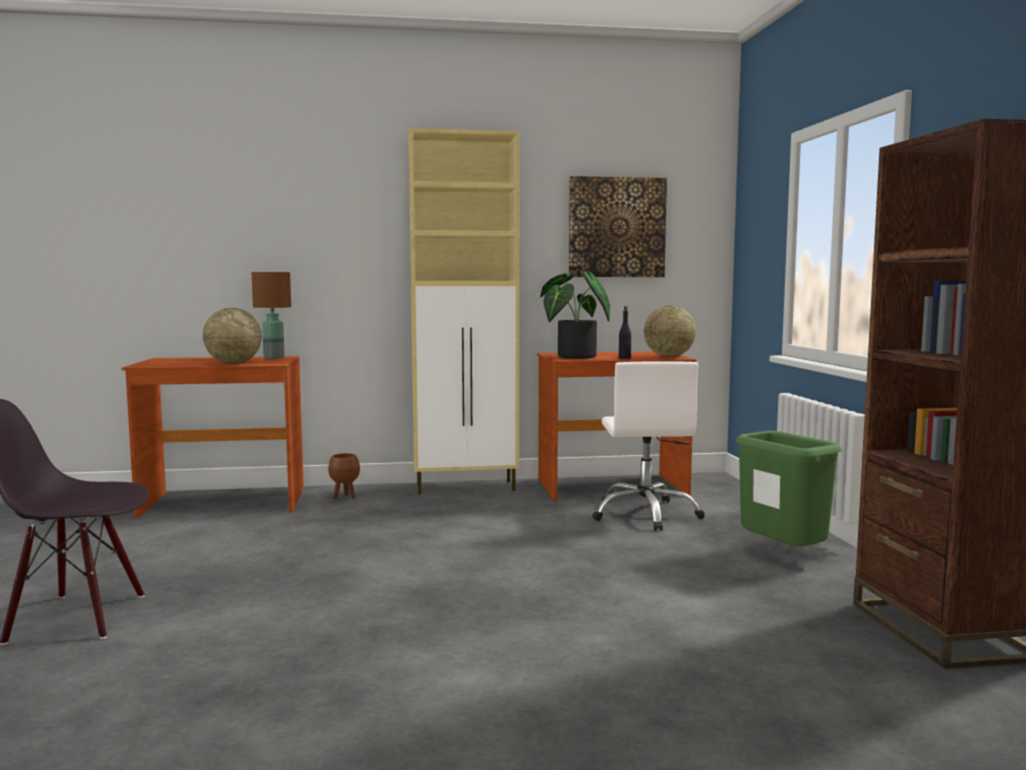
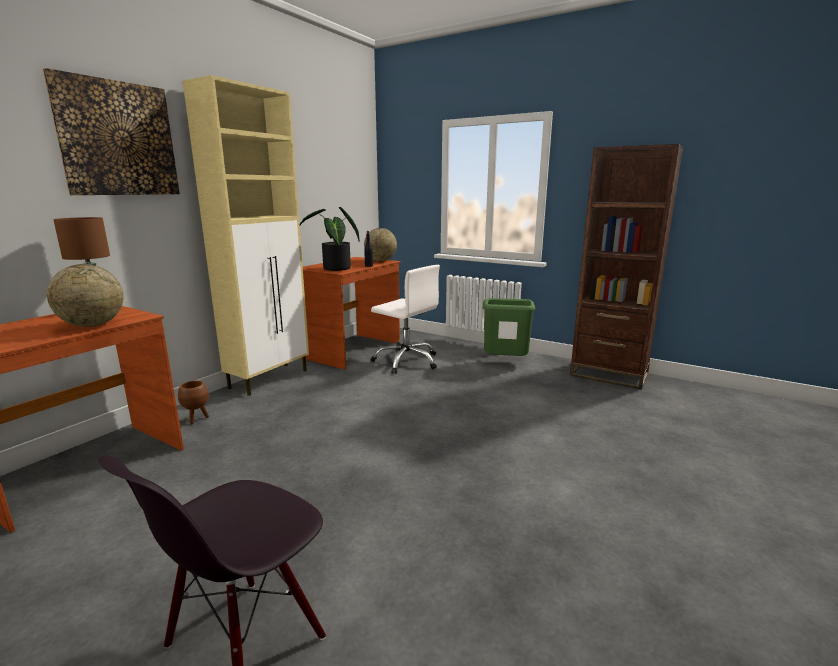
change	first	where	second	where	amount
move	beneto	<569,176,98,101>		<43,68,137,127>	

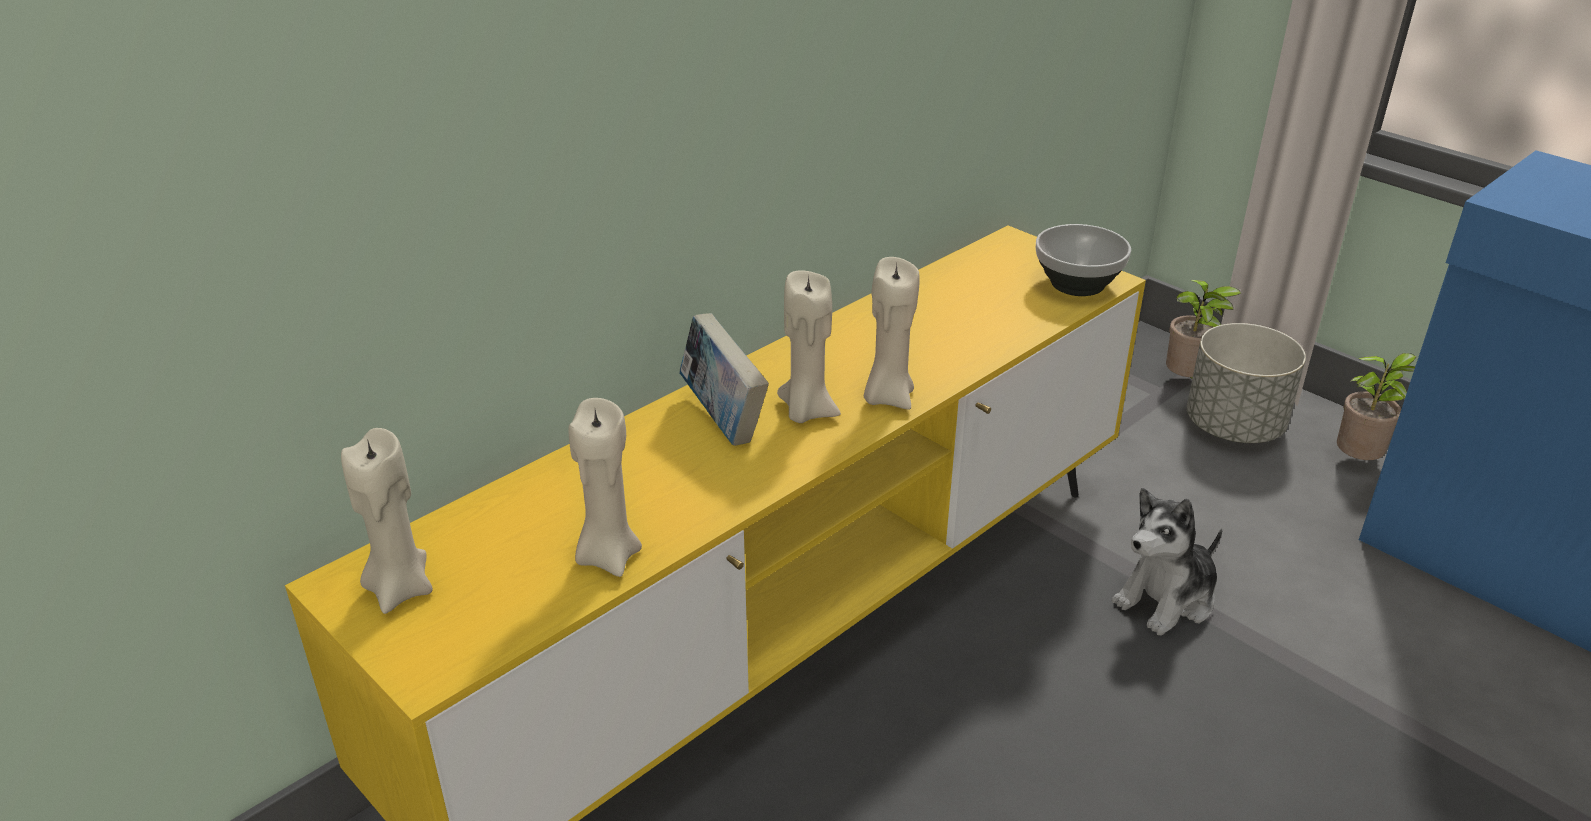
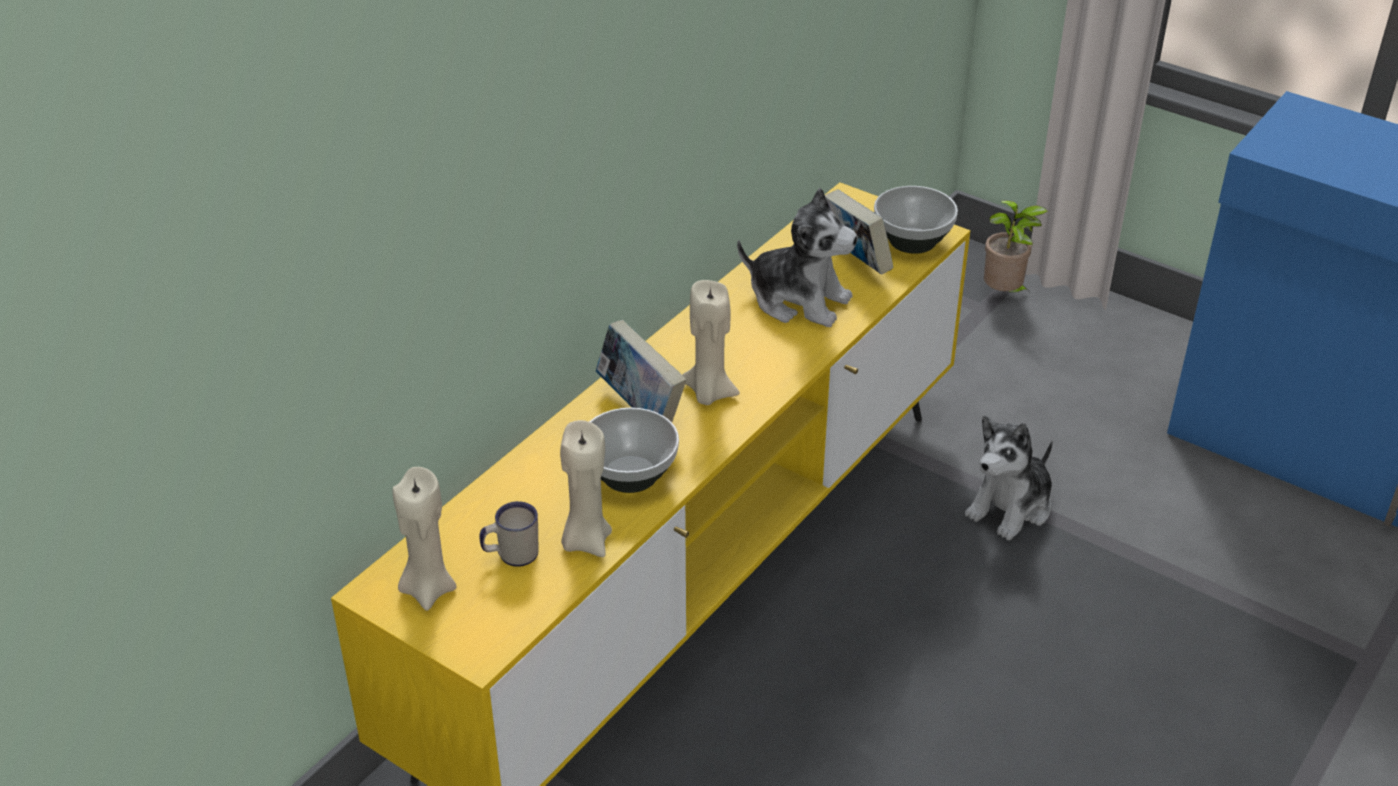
change	first	where	second	where	amount
delete	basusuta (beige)	<864,257,56,153>			
delete	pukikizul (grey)	<1187,323,119,120>			
delete	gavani	<1337,353,79,107>			
insert			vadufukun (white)	<479,501,60,66>	
insert			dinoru	<589,408,90,85>	
insert			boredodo	<737,188,121,139>	
insert			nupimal	<825,190,68,85>	

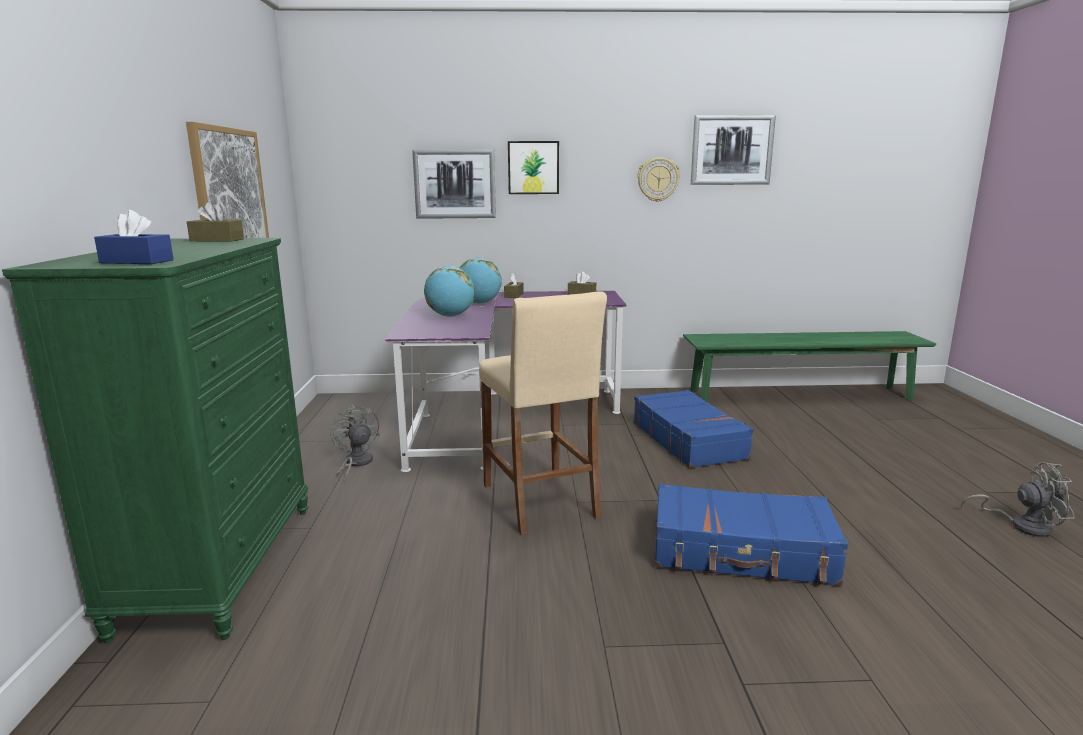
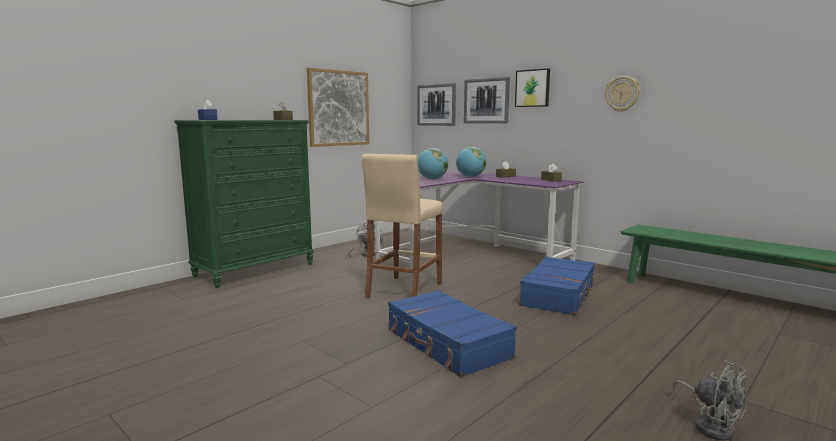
change	first	where	second	where	amount
move	beneto	<691,115,85,70>		<417,83,39,43>	

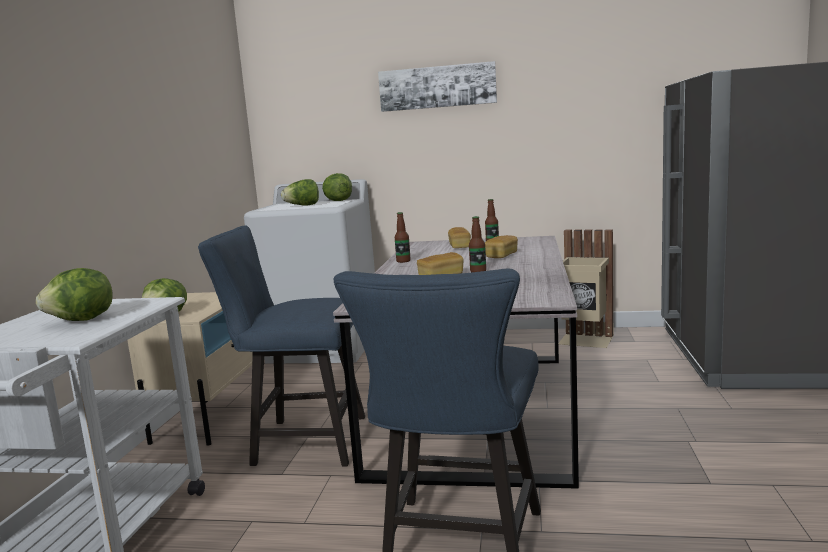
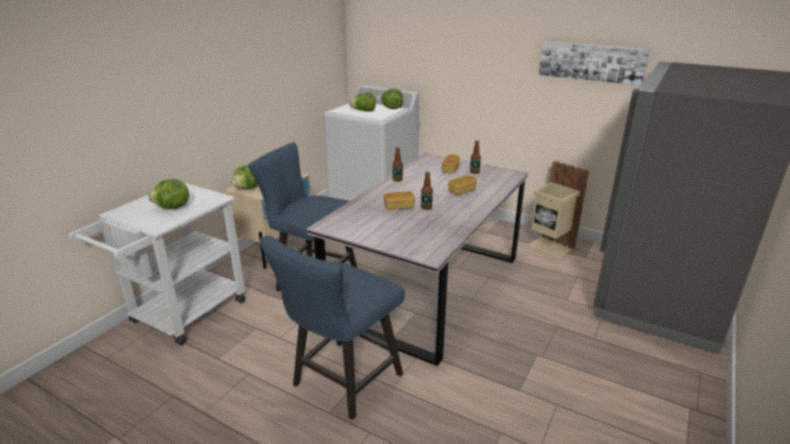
change	first	where	second	where	amount
move	beneto	<378,61,119,51>		<539,41,111,45>	

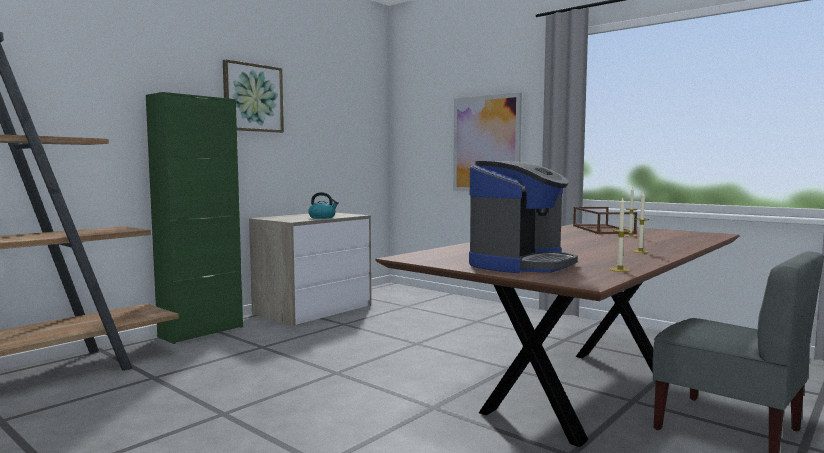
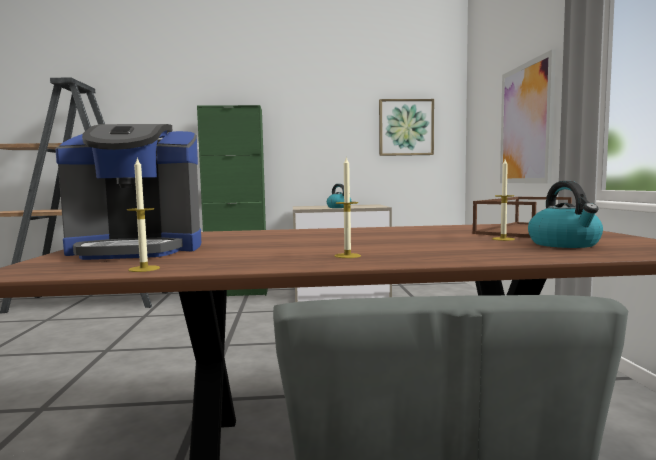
change	first	where	second	where	amount
move	beneto	<223,59,61,74>		<379,99,55,57>	
insert			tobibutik	<528,181,75,67>	

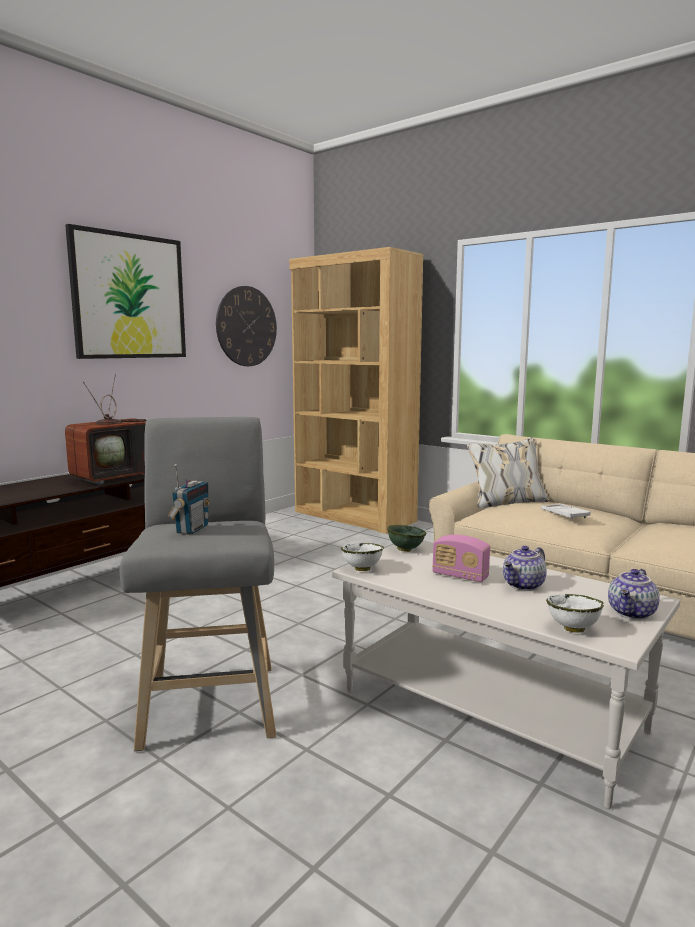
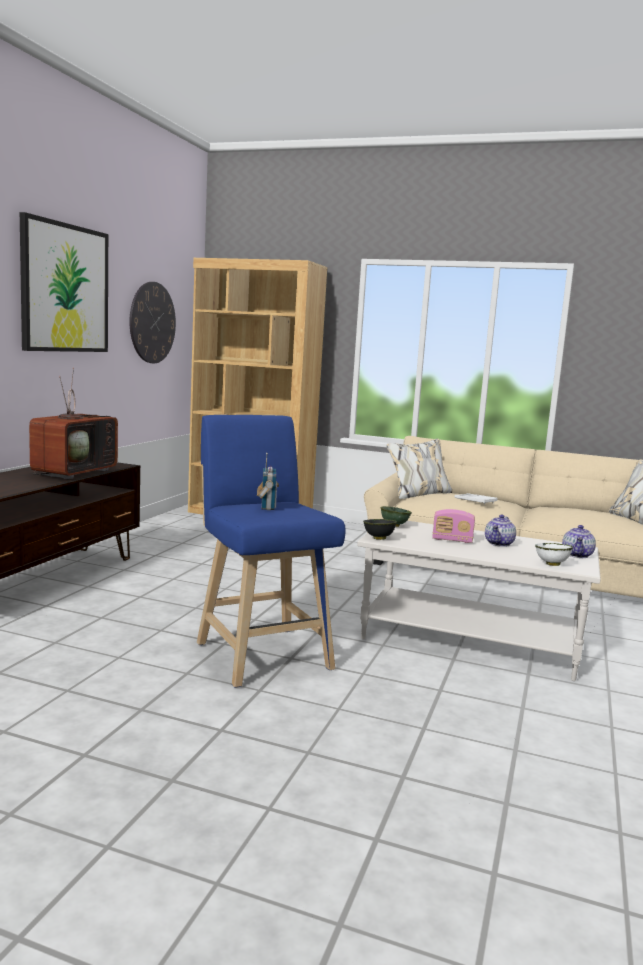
change	first	where	second	where	amount
recolor	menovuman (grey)	<120,417,156,334>	menovuman (blue)	<197,415,148,273>	
recolor	dinoru (white)	<341,543,43,28>	dinoru (black)	<363,519,34,21>	

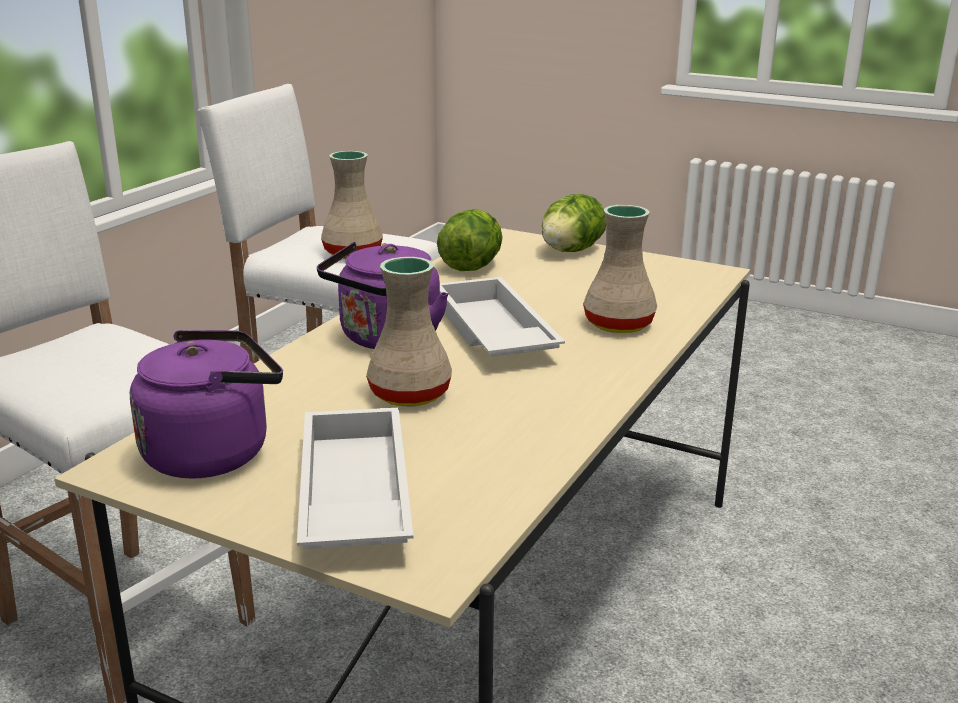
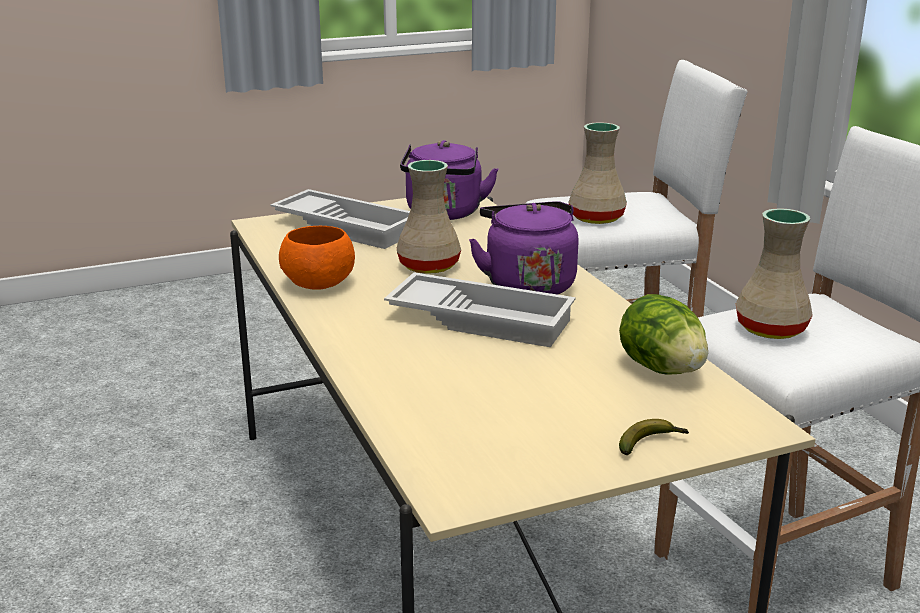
change	first	where	second	where	amount
replace	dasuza	<542,194,64,58>	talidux	<619,419,70,36>	
move	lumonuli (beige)	<583,205,74,128>		<568,122,59,102>	
insert			dinoru (orange)	<279,226,76,64>	

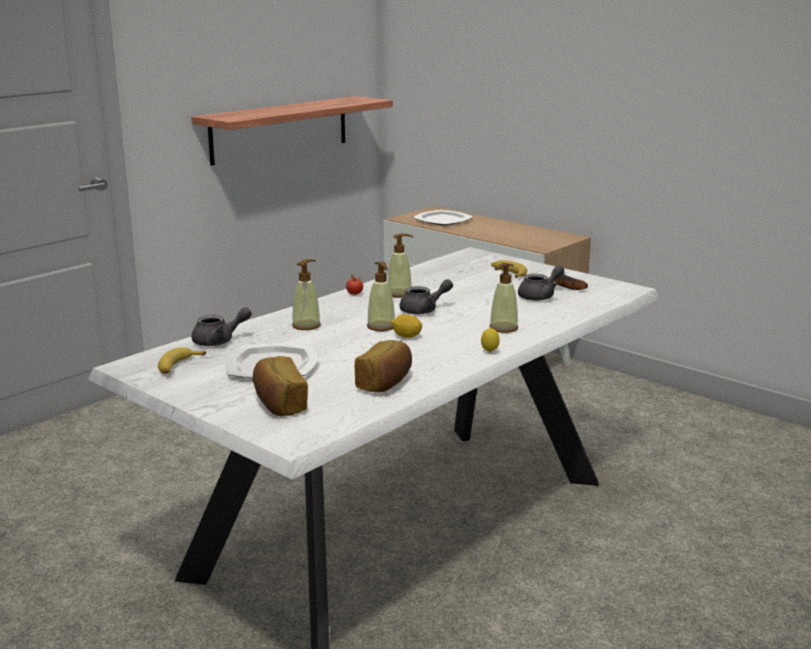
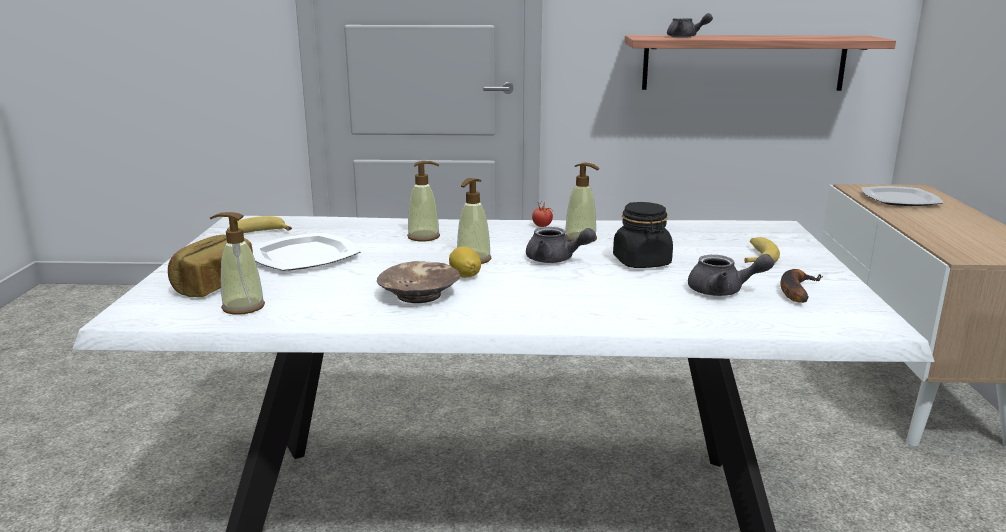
change	first	where	second	where	amount
move	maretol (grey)	<191,307,61,39>		<667,13,46,25>	
delete	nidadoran	<355,340,57,52>			
delete	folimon	<481,328,18,25>			
move	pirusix	<489,263,29,70>		<210,212,55,103>	
insert			dinoru (brown)	<377,261,83,42>	
insert			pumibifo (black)	<613,202,60,66>	

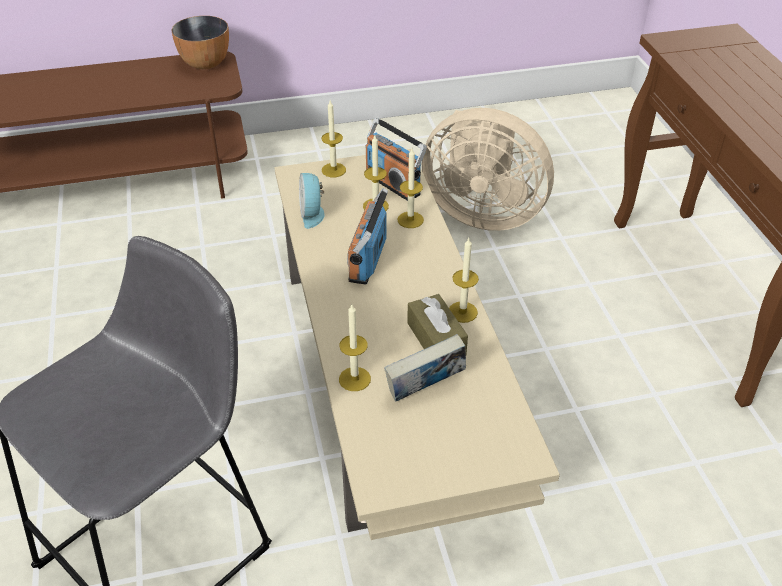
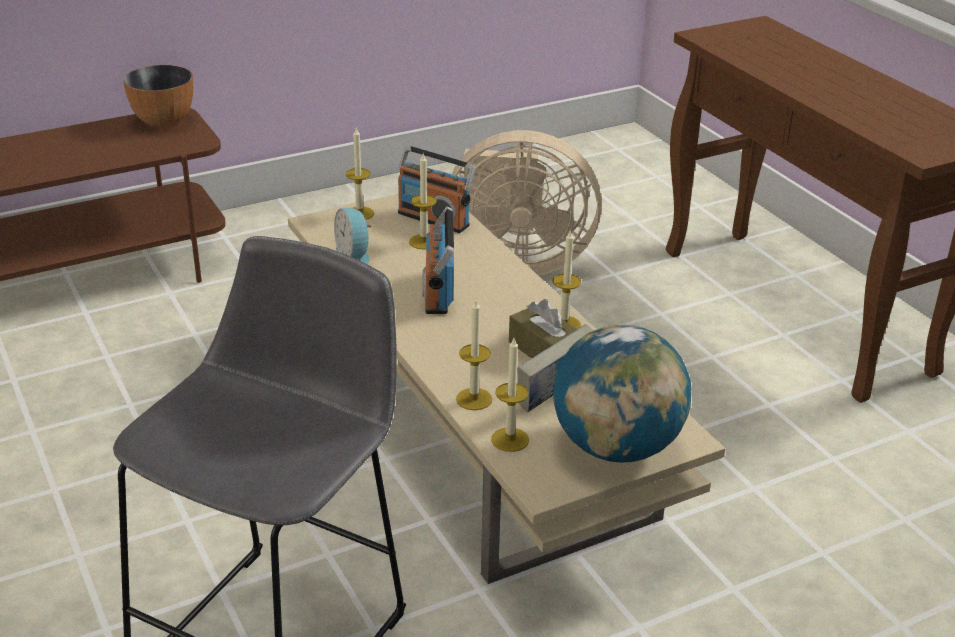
change	first	where	second	where	amount
move	basusuta	<398,149,26,79>		<491,338,38,114>	
insert			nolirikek	<553,324,138,139>	

